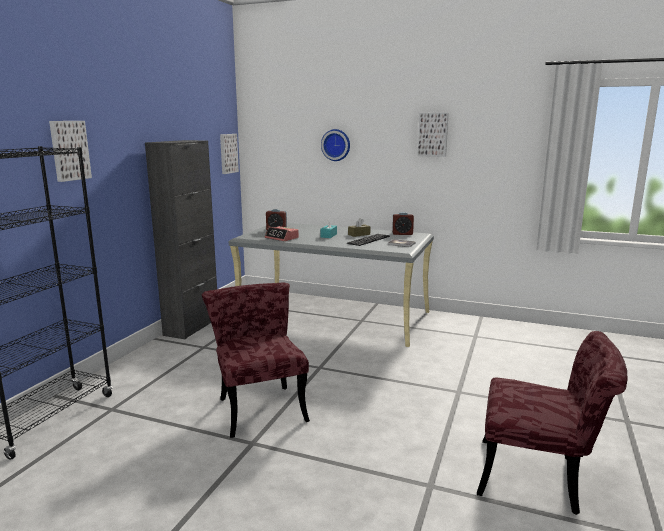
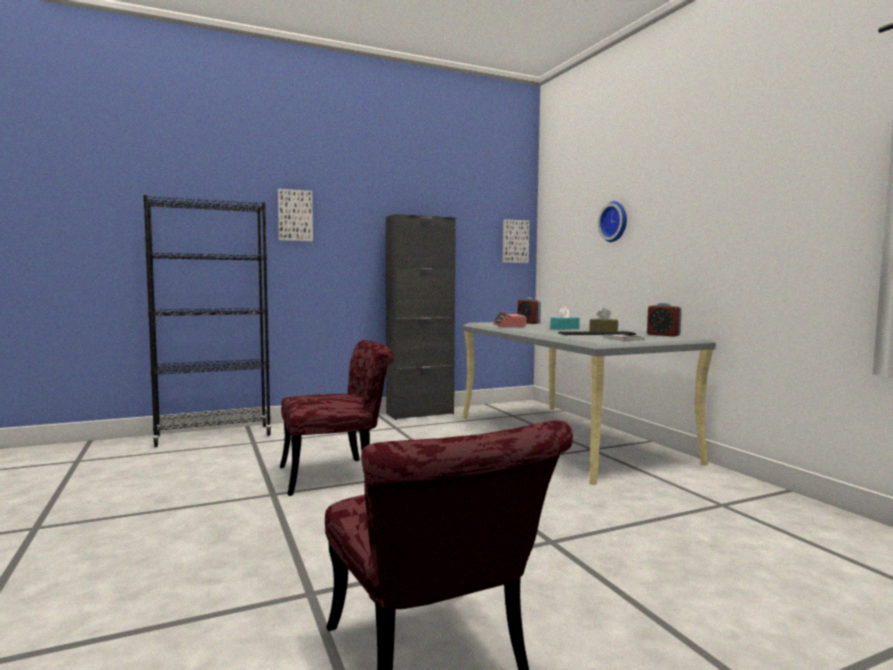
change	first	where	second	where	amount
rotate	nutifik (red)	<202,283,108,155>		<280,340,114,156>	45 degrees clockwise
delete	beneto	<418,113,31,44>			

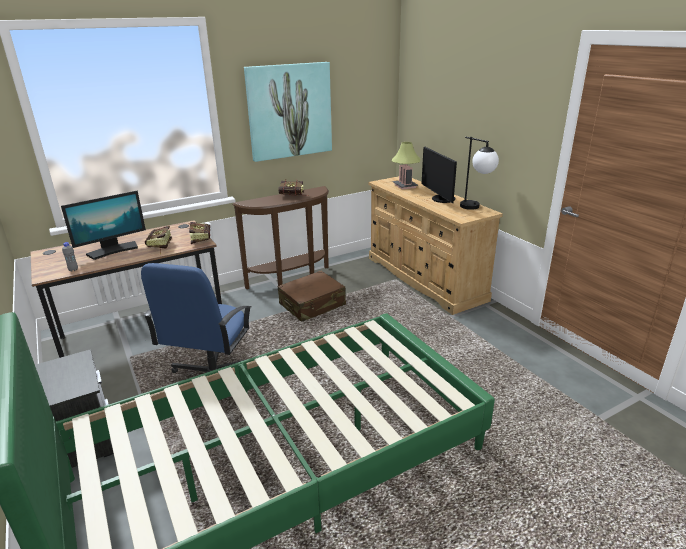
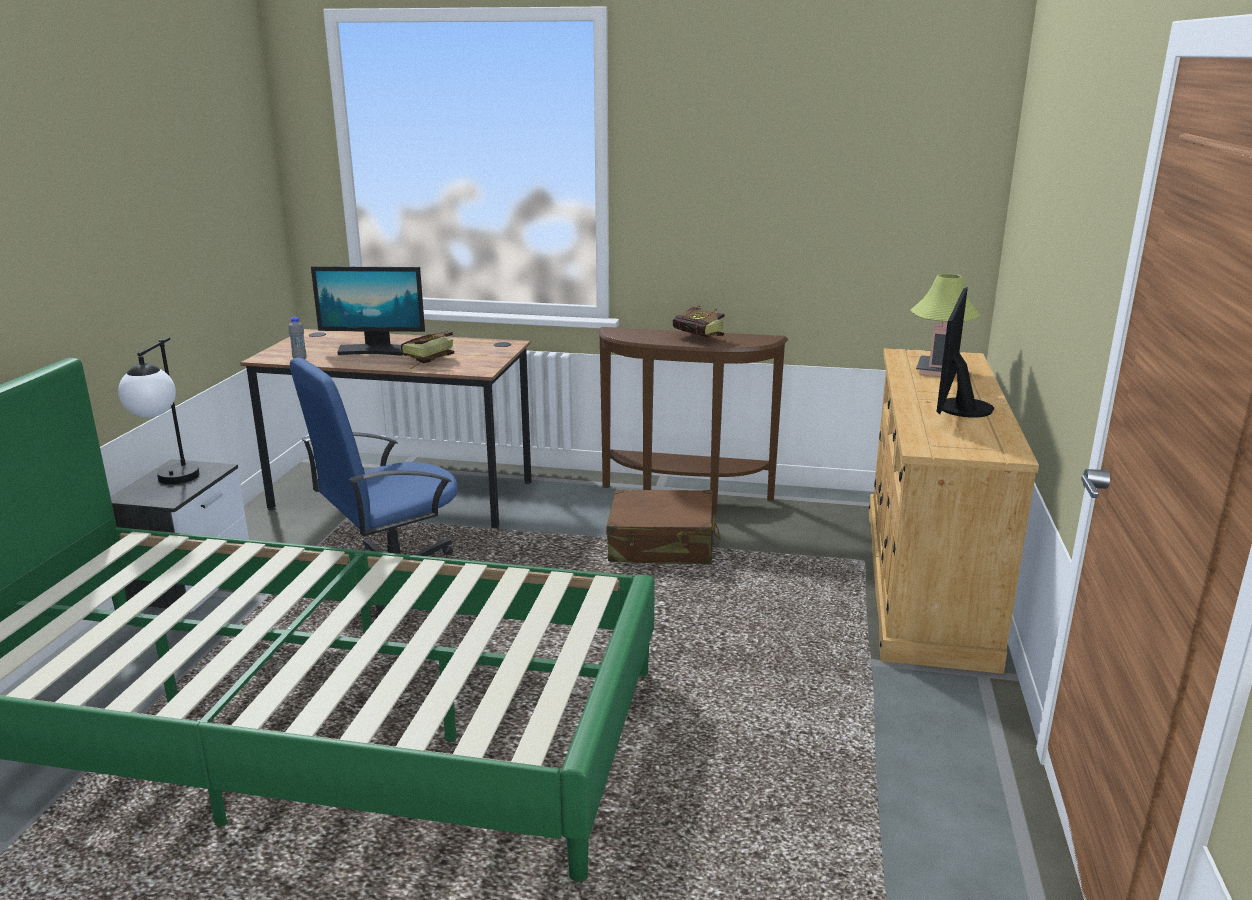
change	first	where	second	where	amount
delete	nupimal	<189,222,21,22>			
delete	beneto	<244,62,88,100>			
move	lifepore	<460,137,39,73>		<118,337,82,147>	

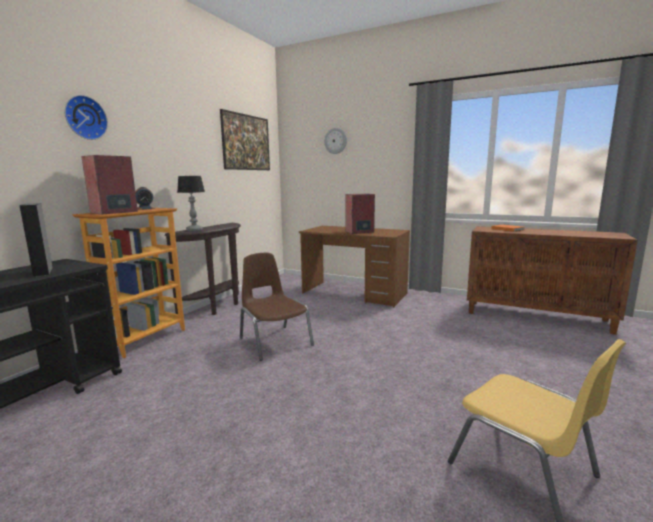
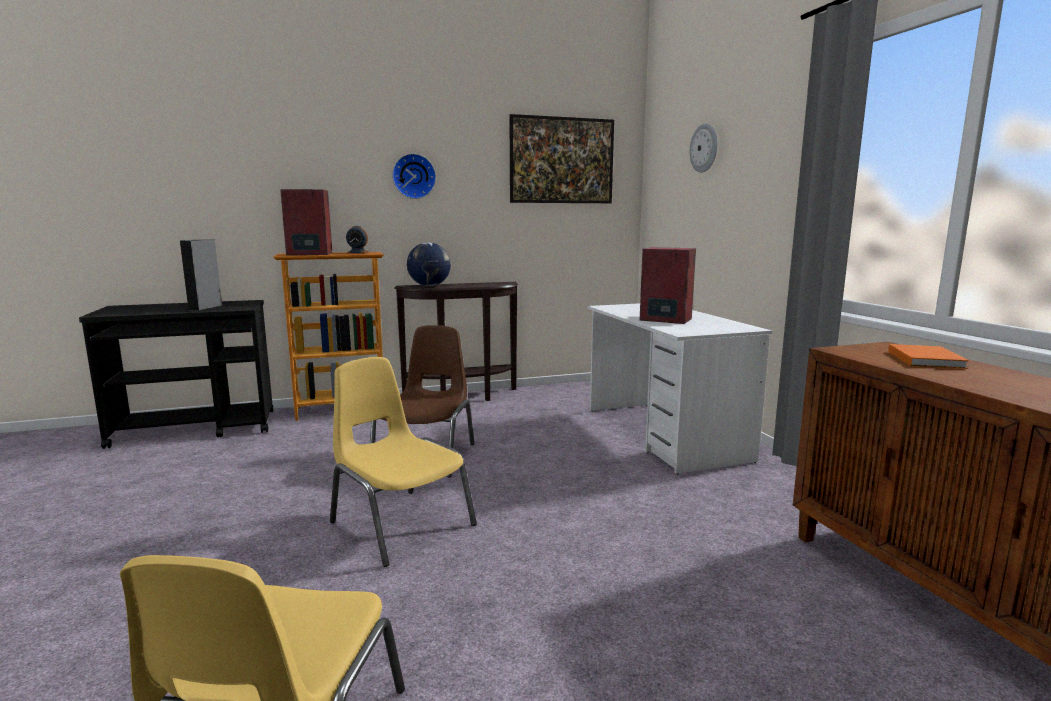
change	first	where	second	where	amount
move	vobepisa	<64,95,44,45>		<392,153,44,46>	
replace	lifepore	<177,176,28,56>	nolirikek	<407,242,44,44>	
recolor	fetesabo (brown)	<299,226,111,81>	fetesabo (white)	<587,303,185,171>	
insert			nutifik (yellow)	<330,357,147,210>	

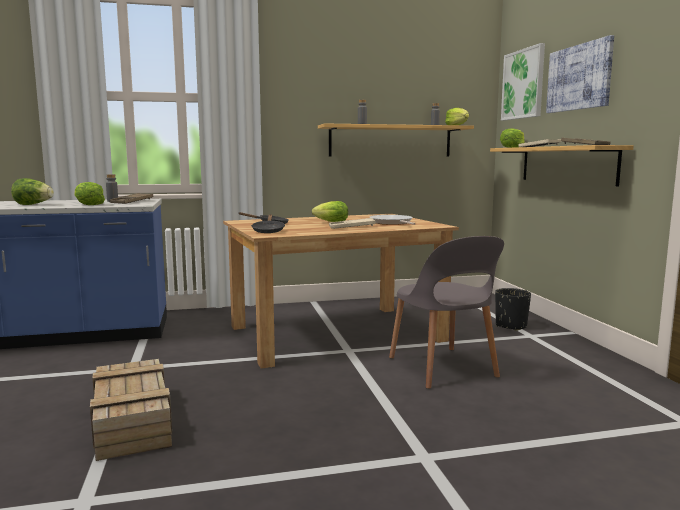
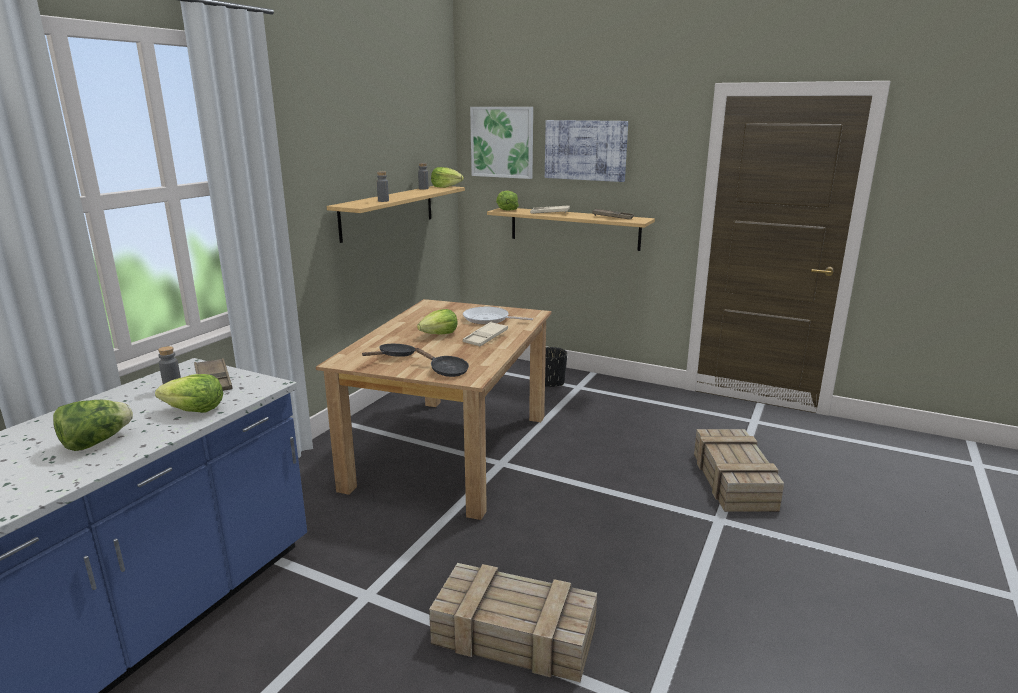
change	first	where	second	where	amount
delete	nutifik (grey)	<389,236,115,153>			
insert			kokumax	<694,429,90,83>	

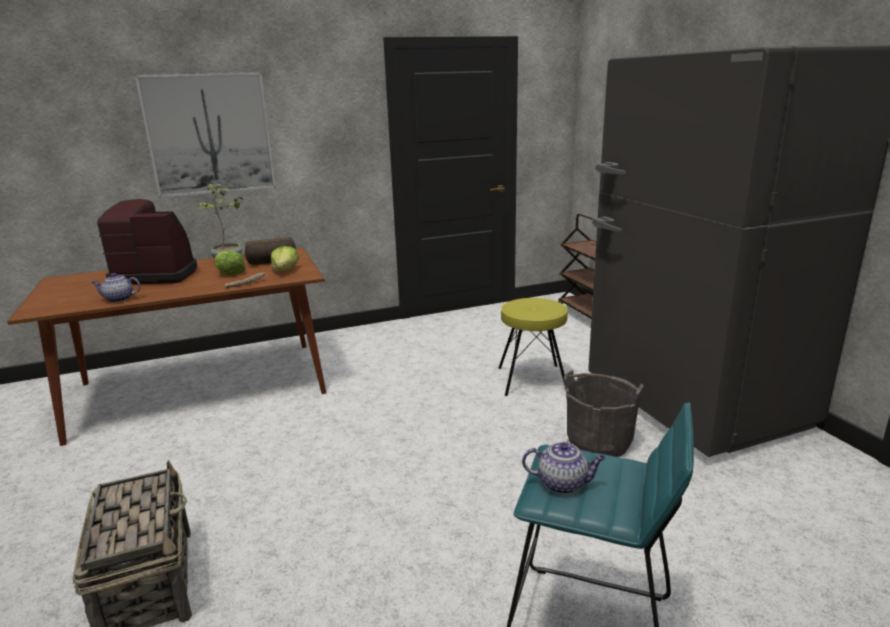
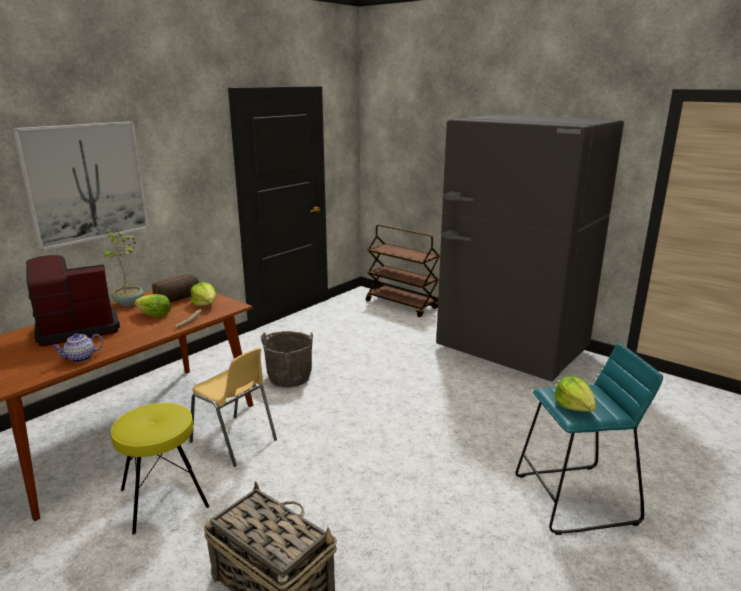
change	first	where	second	where	amount
move	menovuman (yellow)	<499,298,69,98>		<111,403,98,131>	
replace	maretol	<522,442,84,52>	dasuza	<555,377,41,35>	
move	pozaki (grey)	<564,370,79,87>		<261,331,52,56>	
insert			nutifik (yellow)	<190,348,87,119>	

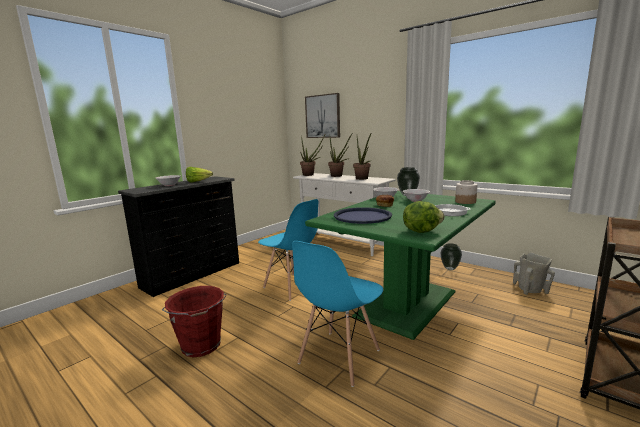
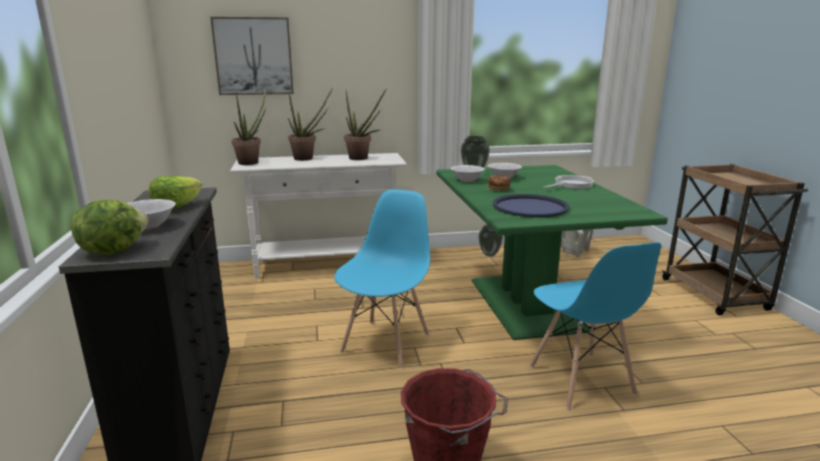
change	first	where	second	where	amount
rotate	nutifik (blue)	<258,199,61,102>		<334,189,96,179>	60 degrees counterclockwise
move	dasuza	<403,201,42,32>		<71,200,77,55>	
delete	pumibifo	<455,180,23,24>			

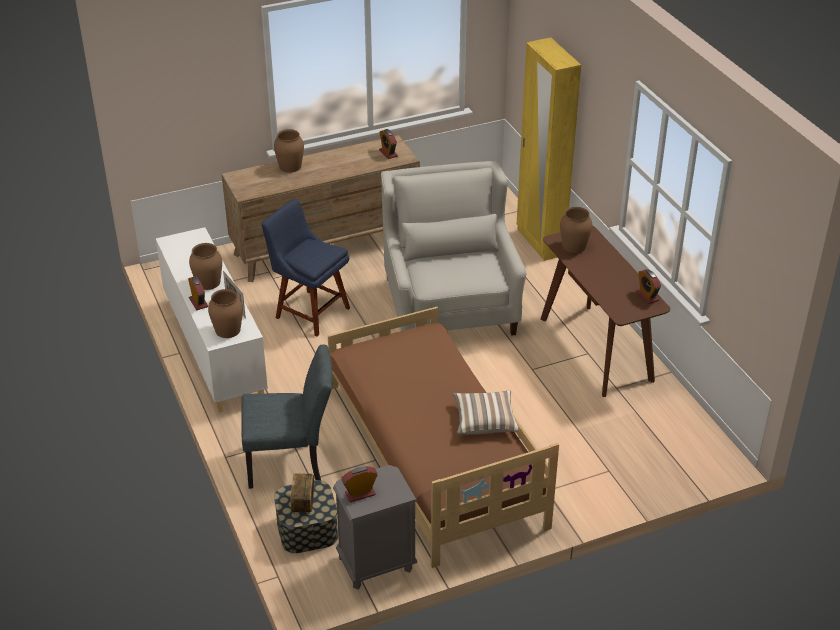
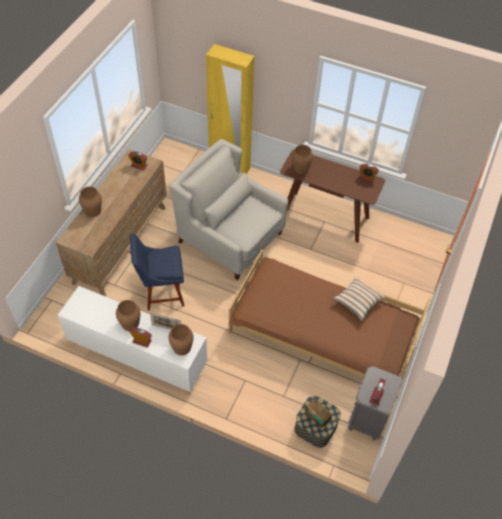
change	first	where	second	where	amount
delete	nutifik (grey)	<242,345,90,144>			

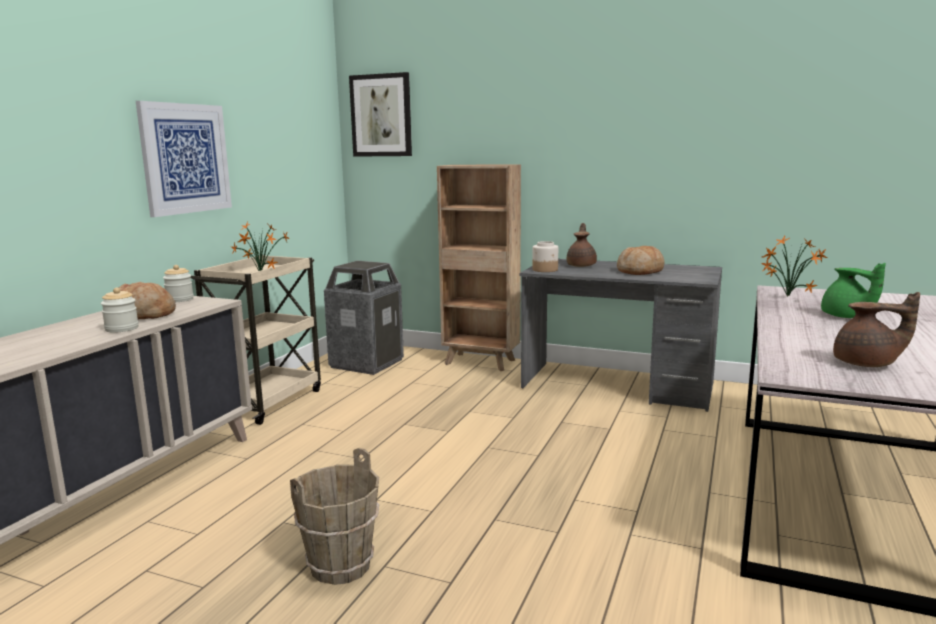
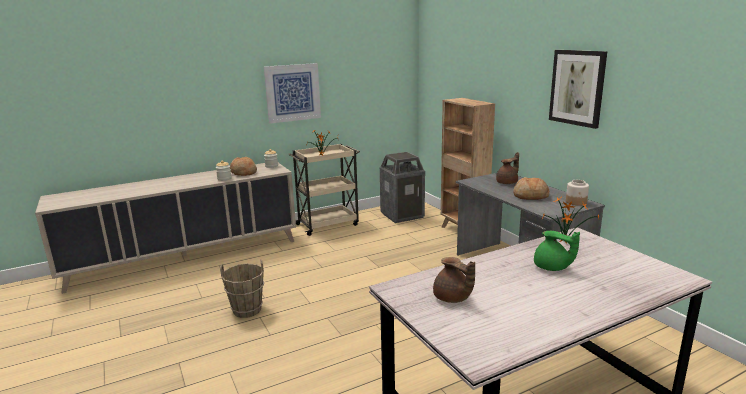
change	first	where	second	where	amount
move	beneto	<349,72,63,85>		<549,50,58,79>	
move	pumibifo	<532,241,26,31>		<566,180,23,26>	
rotate	maretol (green)	<821,263,65,55>		<534,231,46,40>	60 degrees counterclockwise

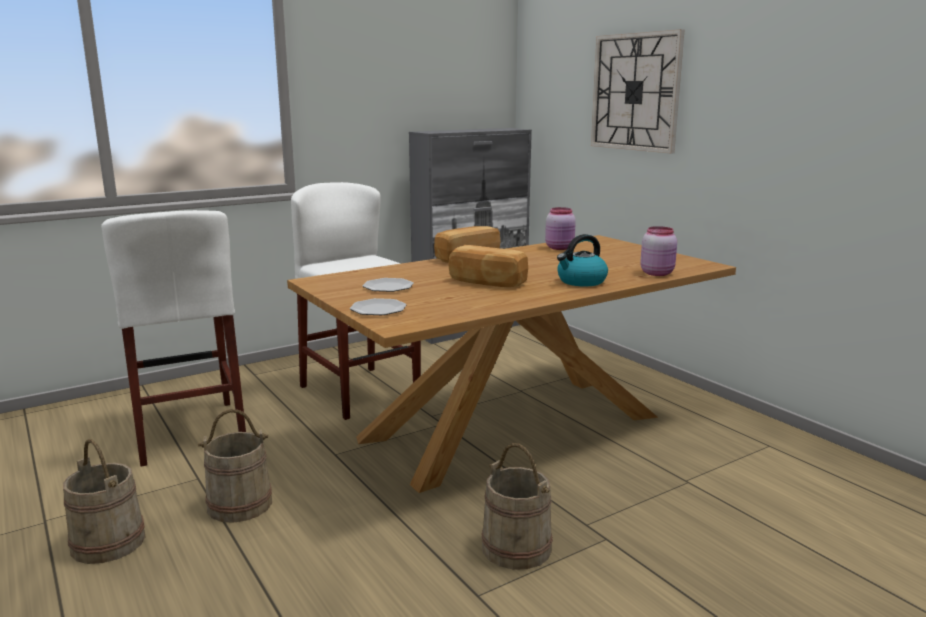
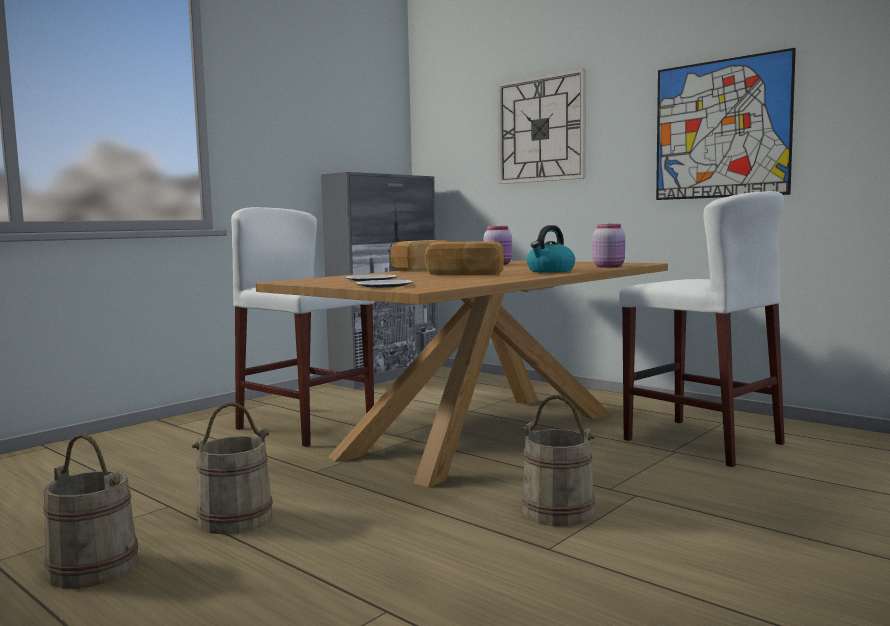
change	first	where	second	where	amount
move	menovuman (white)	<101,210,145,257>		<619,191,166,276>	
insert			beneto	<656,48,140,152>	

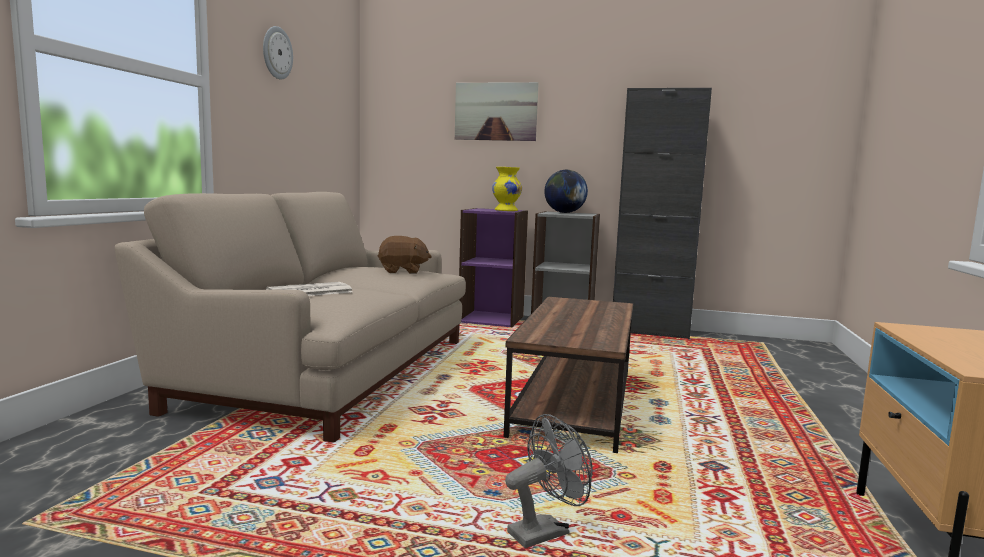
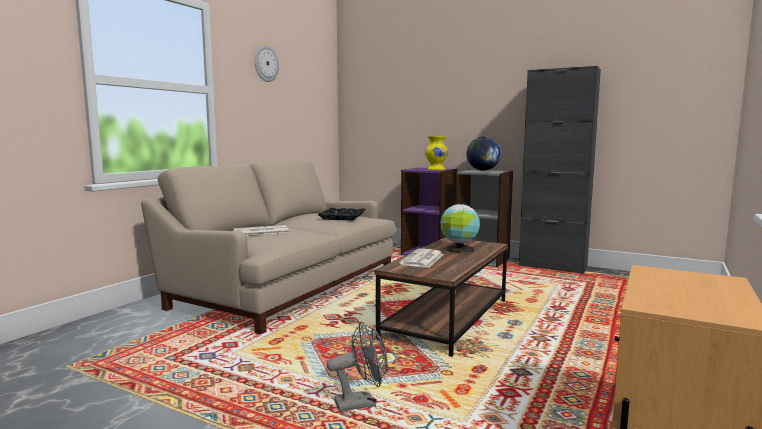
change	first	where	second	where	amount
replace	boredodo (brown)	<377,236,55,38>	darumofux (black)	<318,208,48,12>	
delete	beneto	<455,82,84,59>			
insert			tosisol	<399,249,45,19>	
insert			nolirikek	<440,203,40,50>	

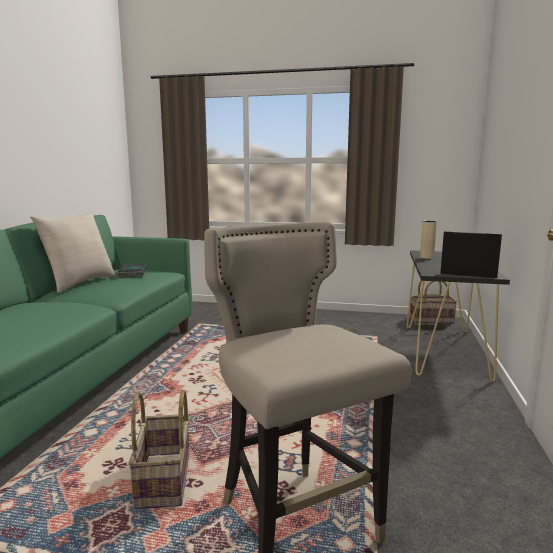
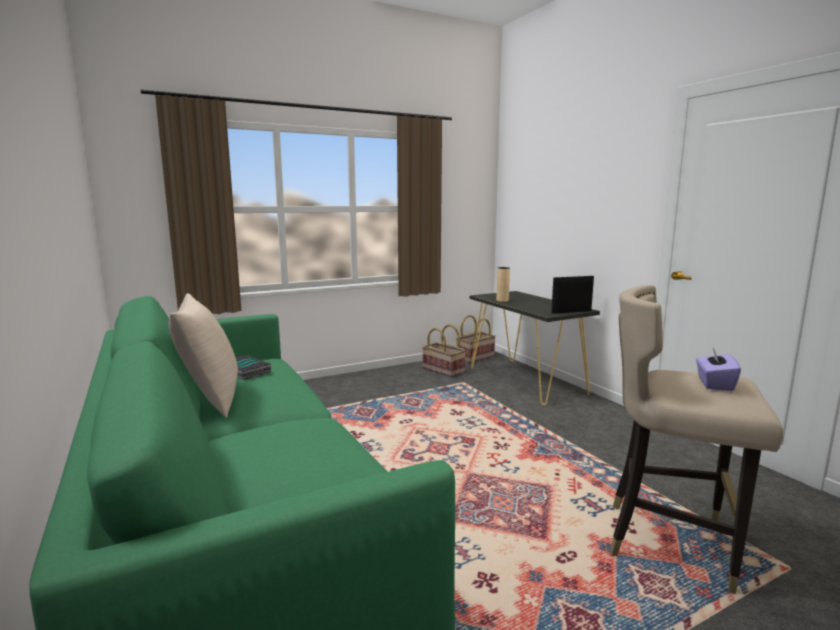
change	first	where	second	where	amount
move	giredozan	<128,390,61,119>		<422,324,44,53>	
insert			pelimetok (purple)	<696,348,45,43>	

